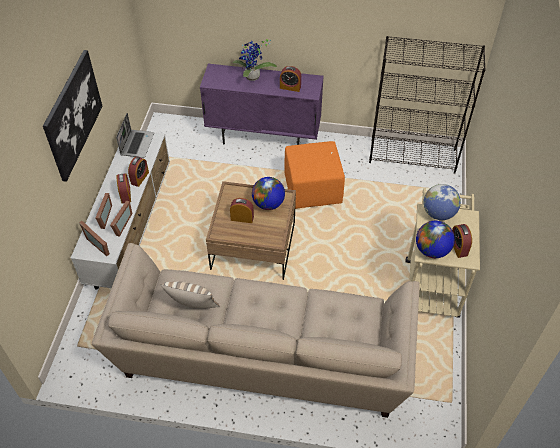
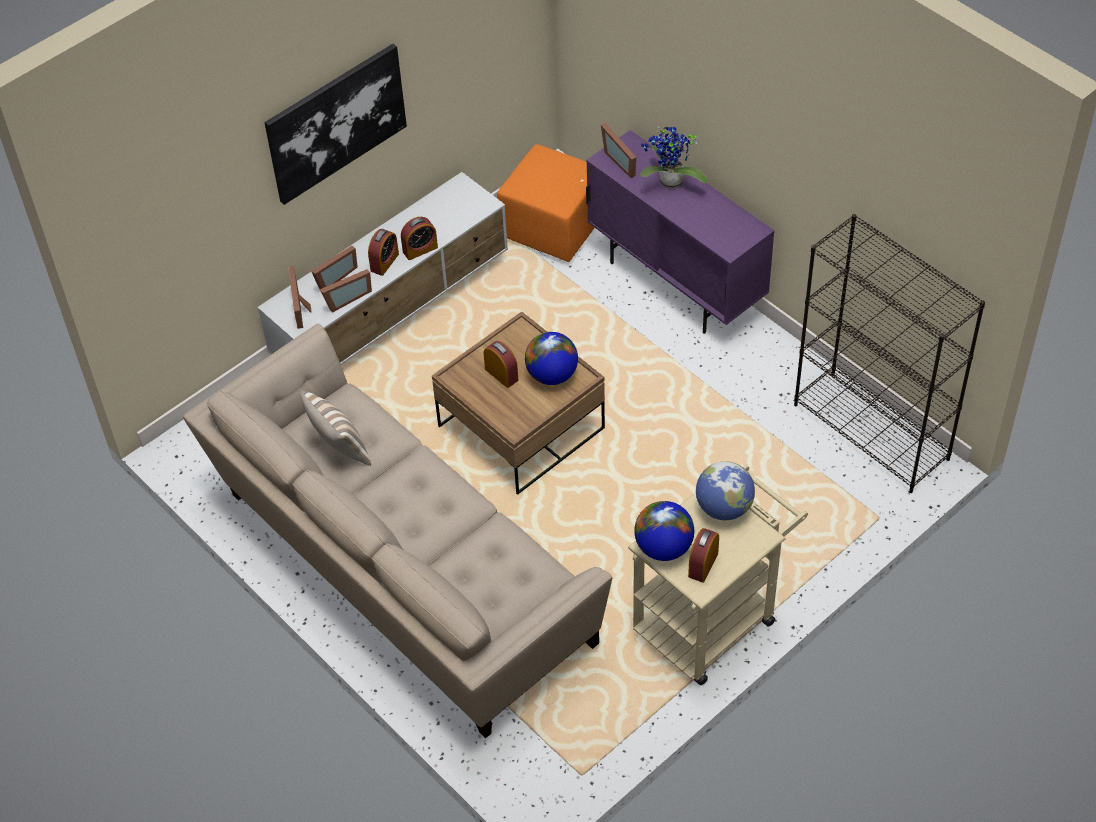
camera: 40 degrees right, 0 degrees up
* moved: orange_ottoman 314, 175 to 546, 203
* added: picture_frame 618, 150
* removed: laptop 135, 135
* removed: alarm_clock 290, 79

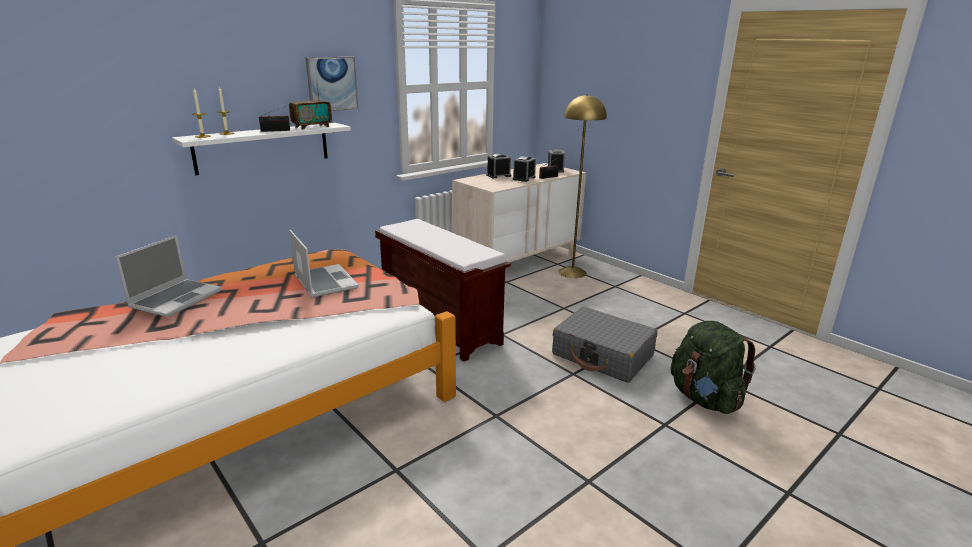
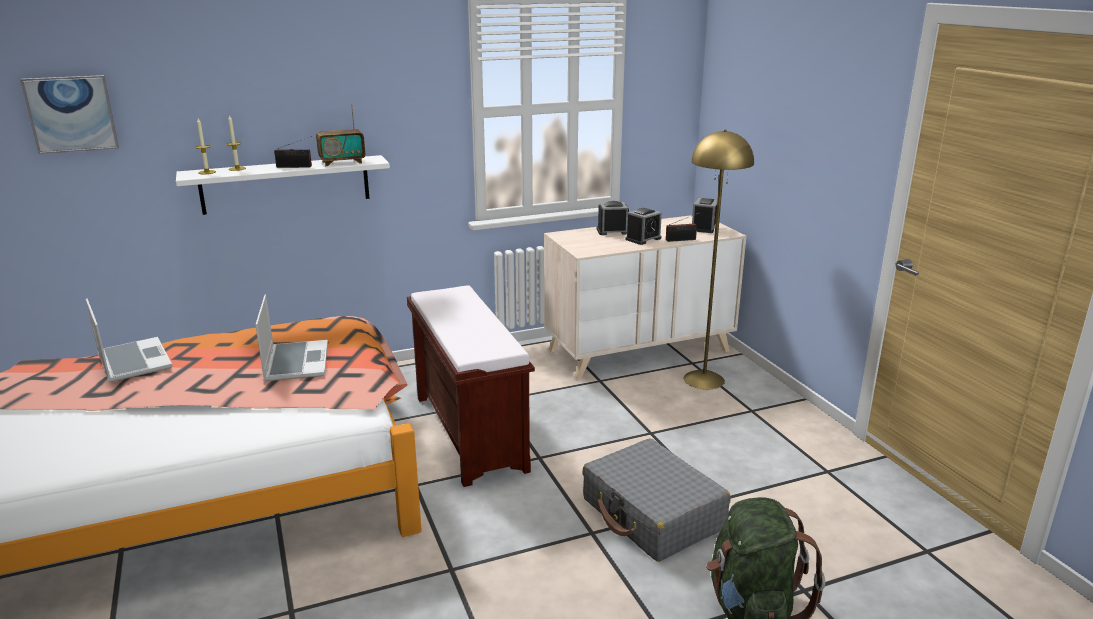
camera: 20 degrees right, 0 degrees up
* moved: picture 331, 84 to 69, 114
* turned: laptop 168, 276 = 129, 340 75 degrees counterclockwise

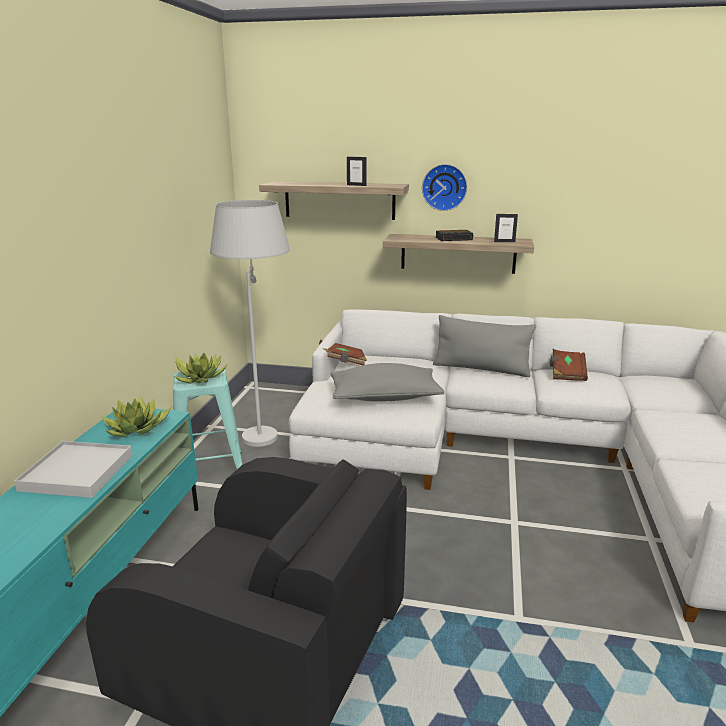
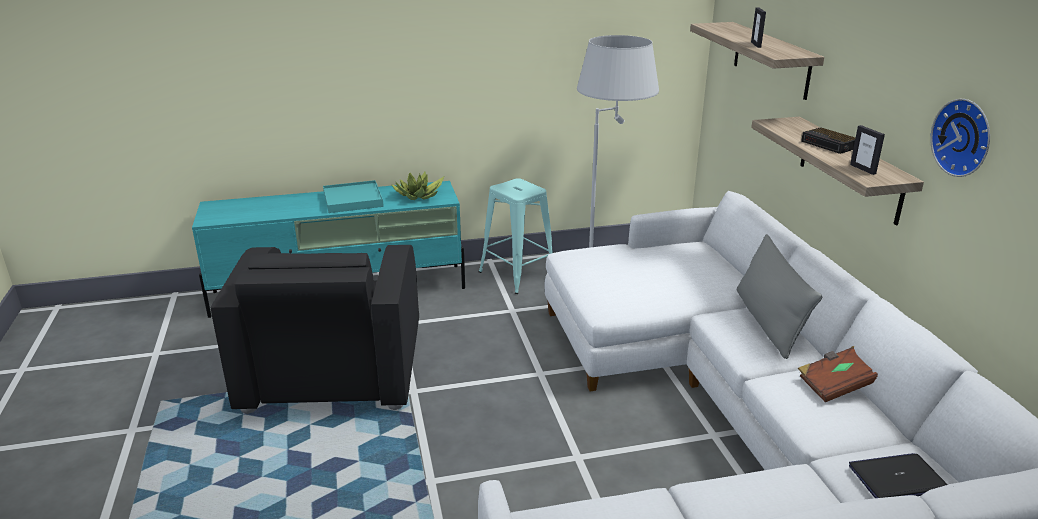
camera: 65 degrees right, 5 degrees up
* recoloured: white_tray 73, 469 to turquoise_tray 353, 196
* added: laptop 898, 475
* moved: wall_clock 444, 187 to 960, 138
* removed: potted_plant 200, 368
* removed: brown_book 343, 352
* removed: grey_pillow 387, 382

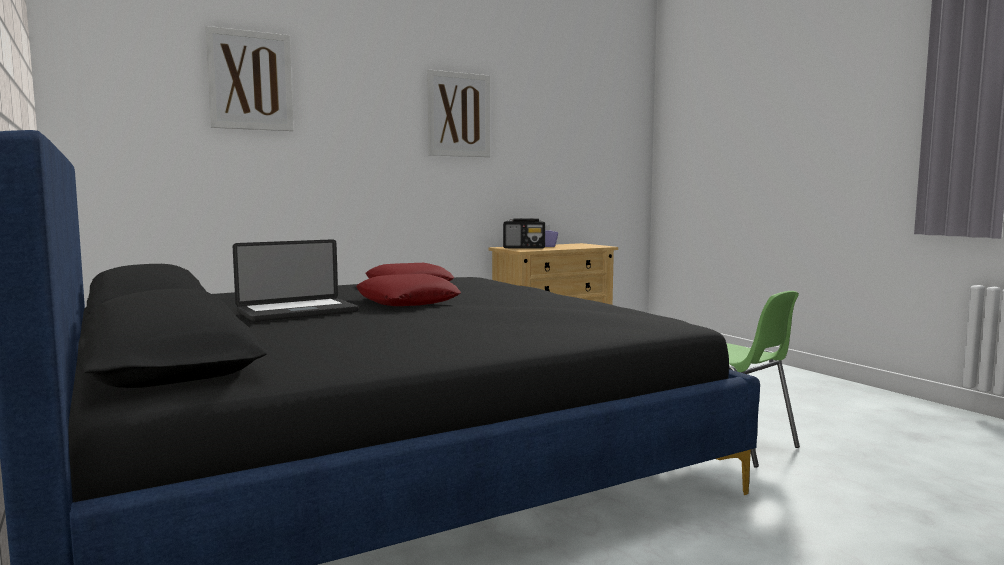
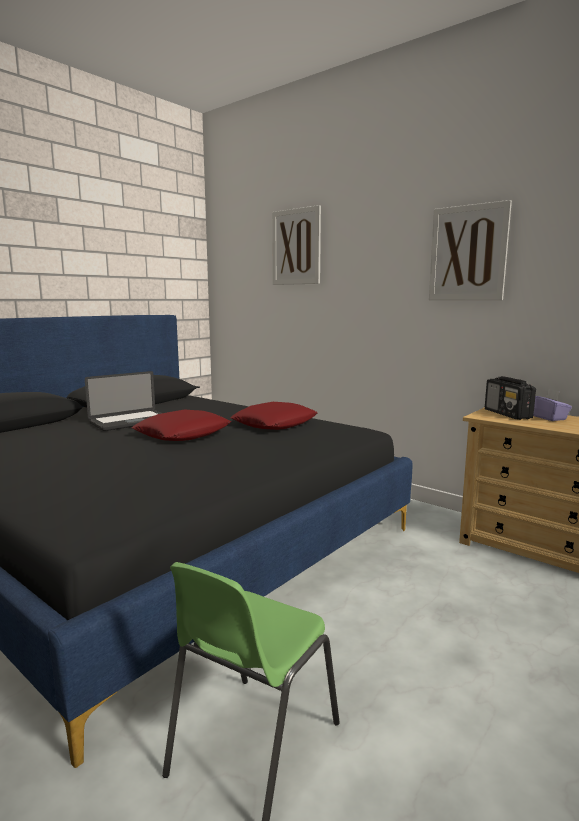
camera: 70 degrees right, 5 degrees up
* turned: laptop 296, 280 = 123, 401 75 degrees counterclockwise

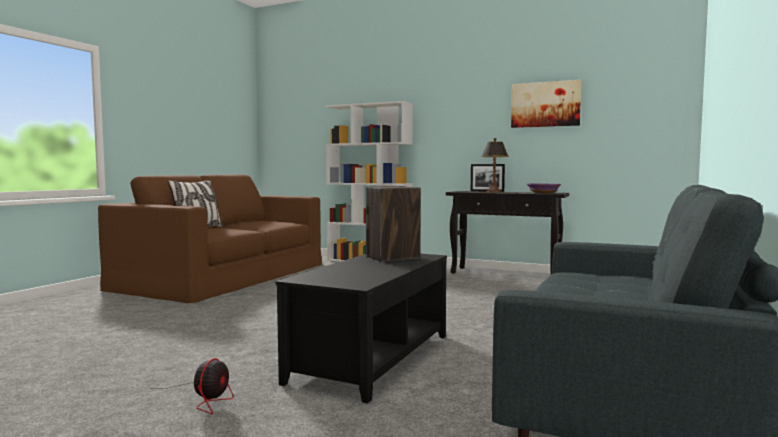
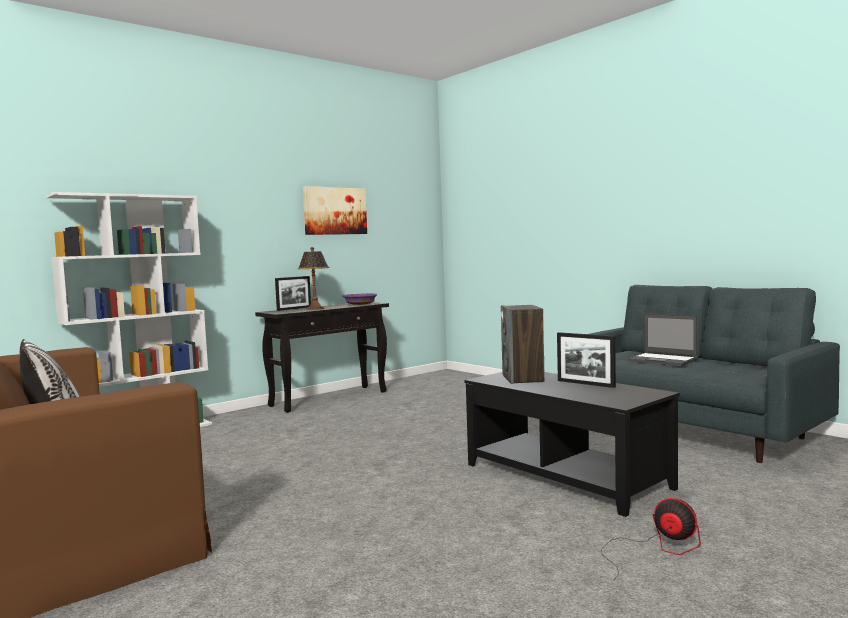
camera: 65 degrees left, 0 degrees up
* added: picture_frame 586, 360
* added: laptop 662, 339

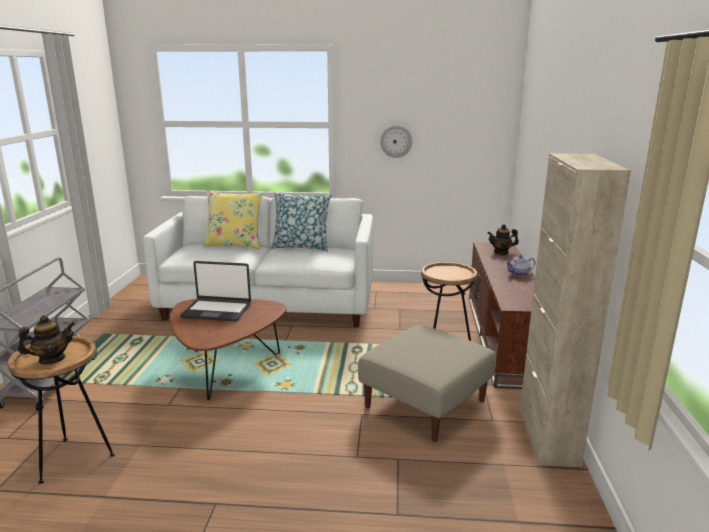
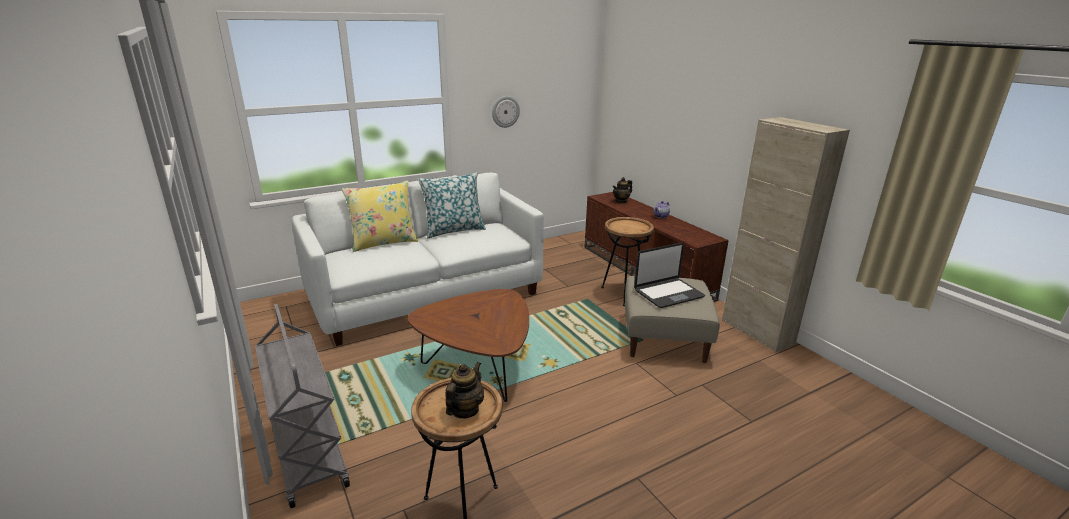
camera: 35 degrees left, 5 degrees up
* moved: laptop 215, 291 to 669, 275

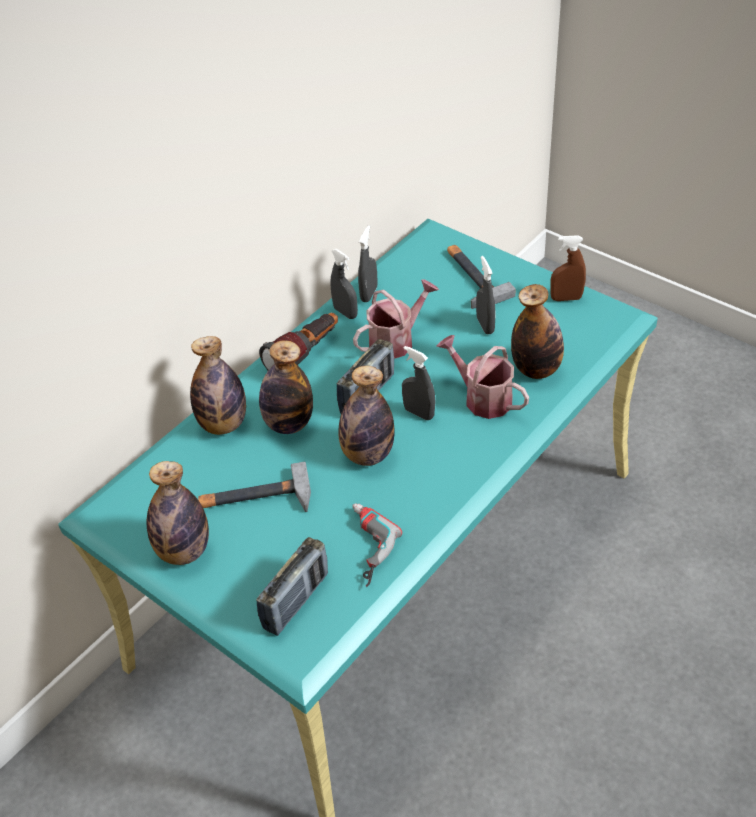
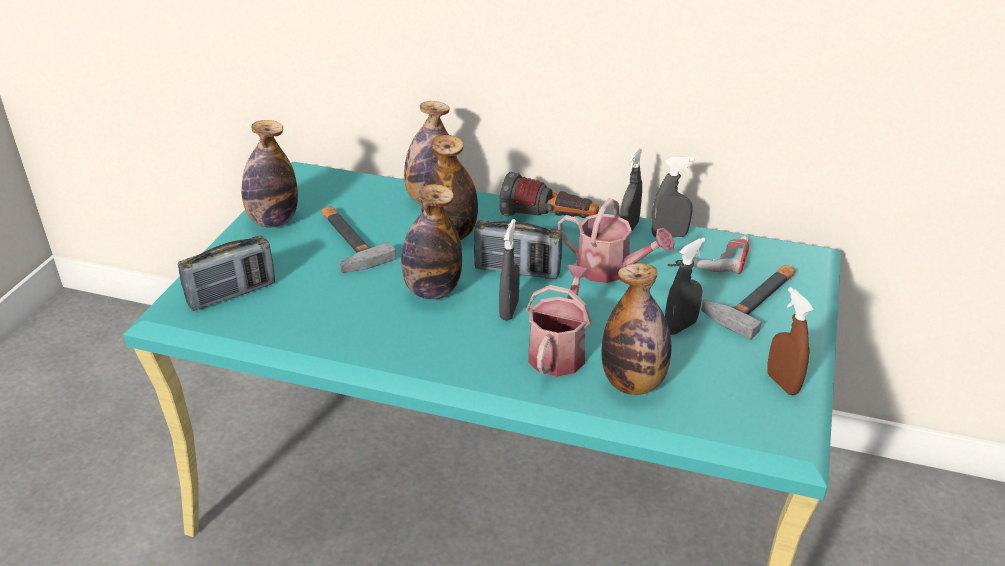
camera: 65 degrees right, 10 degrees down
* turned: radio 292, 586 = 226, 273 45 degrees counterclockwise
* moved: power_drill 377, 545 to 708, 255

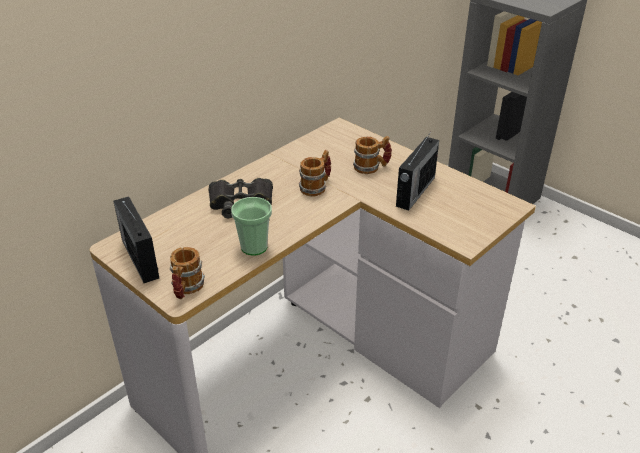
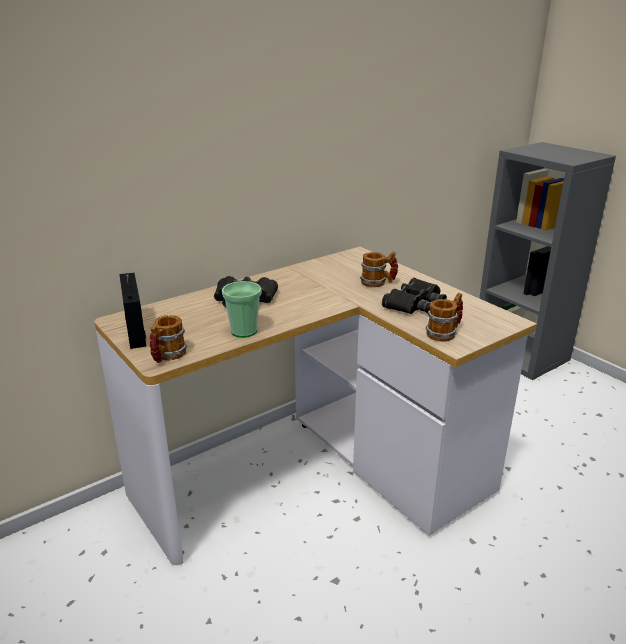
camera: 10 degrees right, 10 degrees down
* replaced: radio 417, 172 to black_binoculars 414, 295
* moved: mug 315, 173 to 444, 317

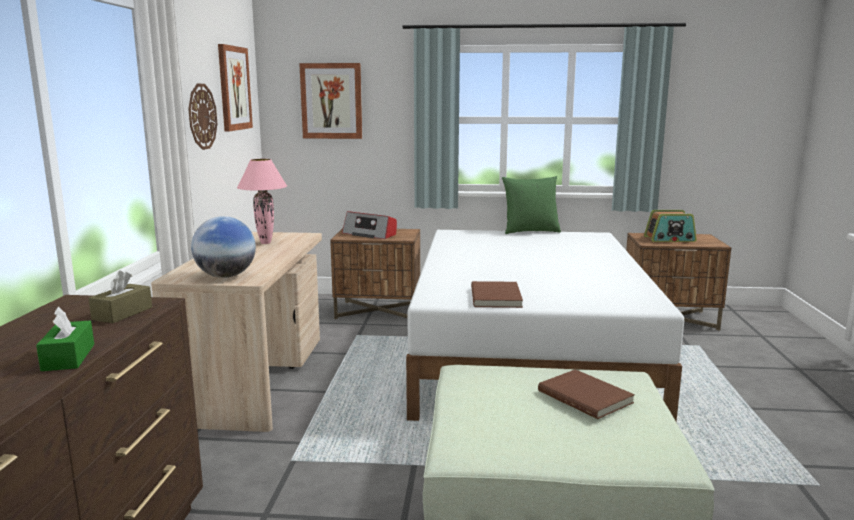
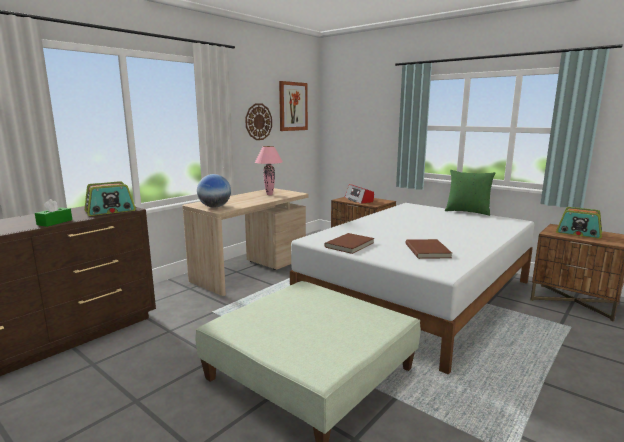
camera: 35 degrees right, 0 degrees up
* replaced: brown_tissue_box 120, 297 to radio 110, 198
* moved: brown_book 586, 394 to 428, 249
* removed: picture 330, 101

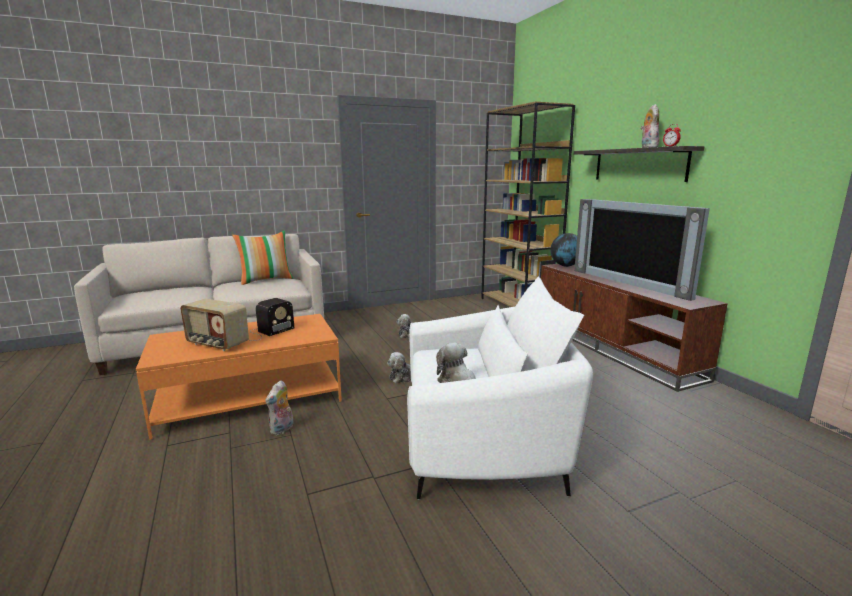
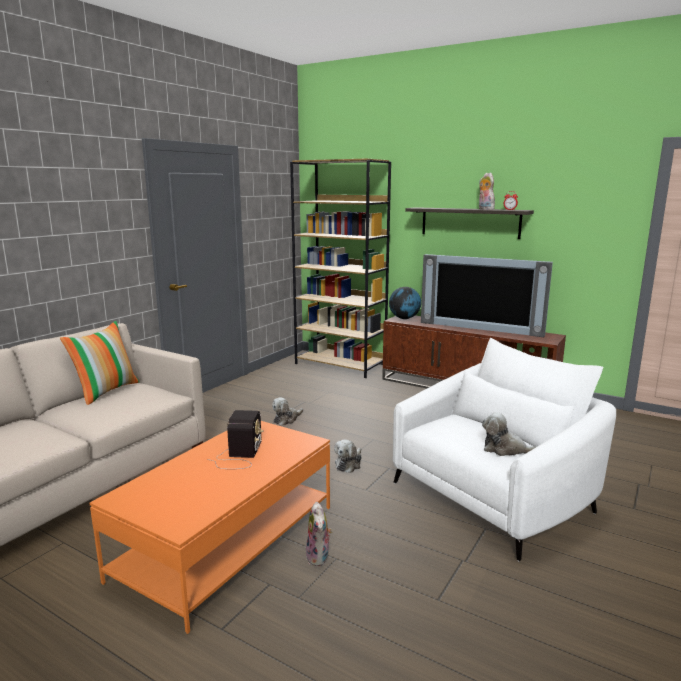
camera: 35 degrees left, 0 degrees up
* removed: radio 214, 324

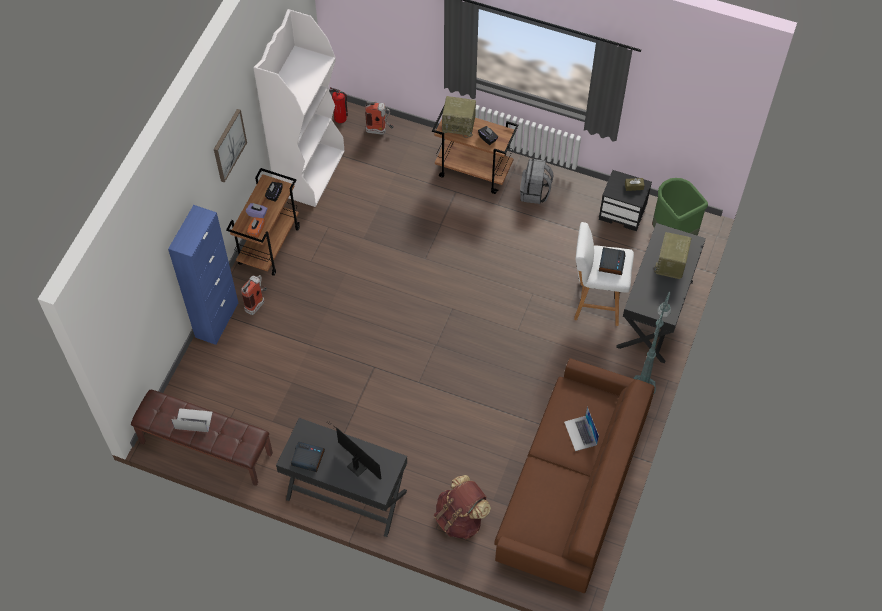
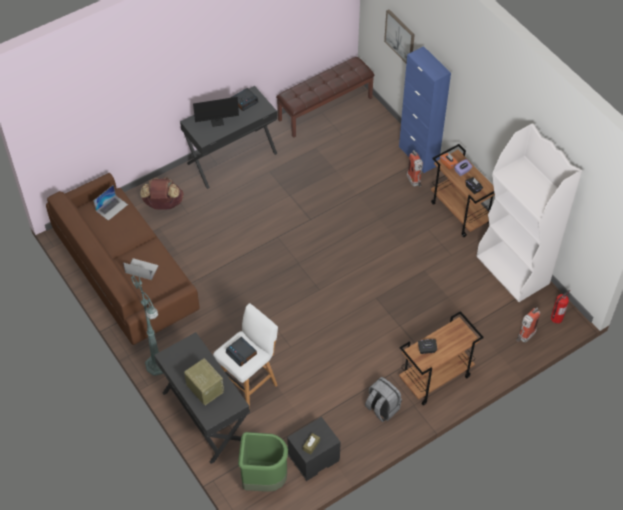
camera: 125 degrees right, 5 degrees down
* moved: laptop 191, 420 to 110, 203
* moved: picture 230, 146 to 399, 36
* removed: radio 459, 117

